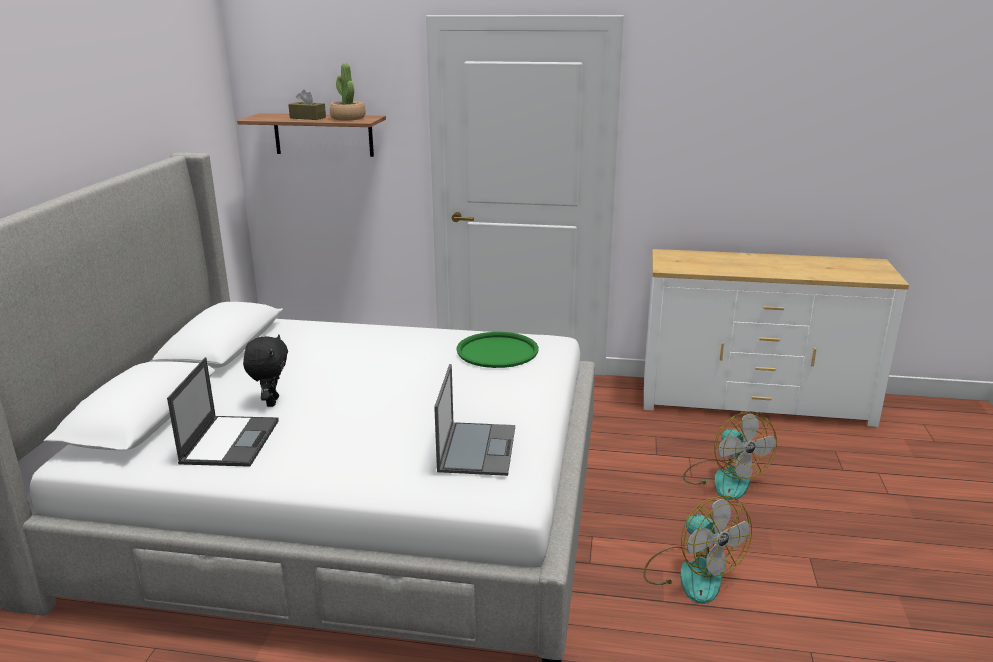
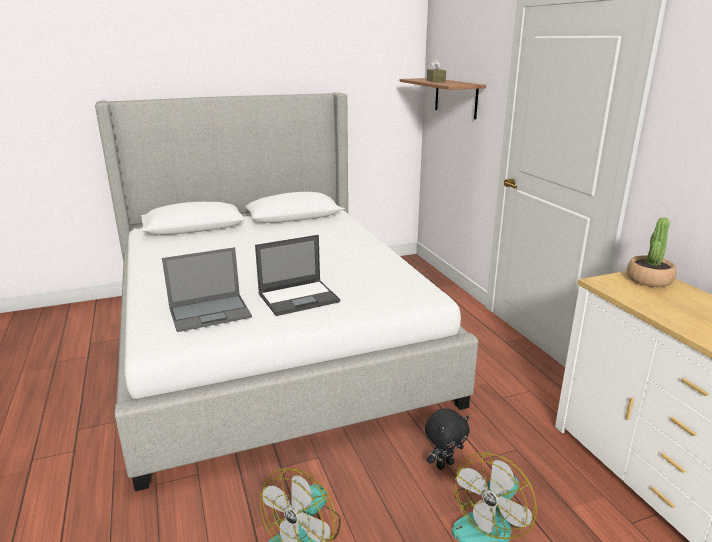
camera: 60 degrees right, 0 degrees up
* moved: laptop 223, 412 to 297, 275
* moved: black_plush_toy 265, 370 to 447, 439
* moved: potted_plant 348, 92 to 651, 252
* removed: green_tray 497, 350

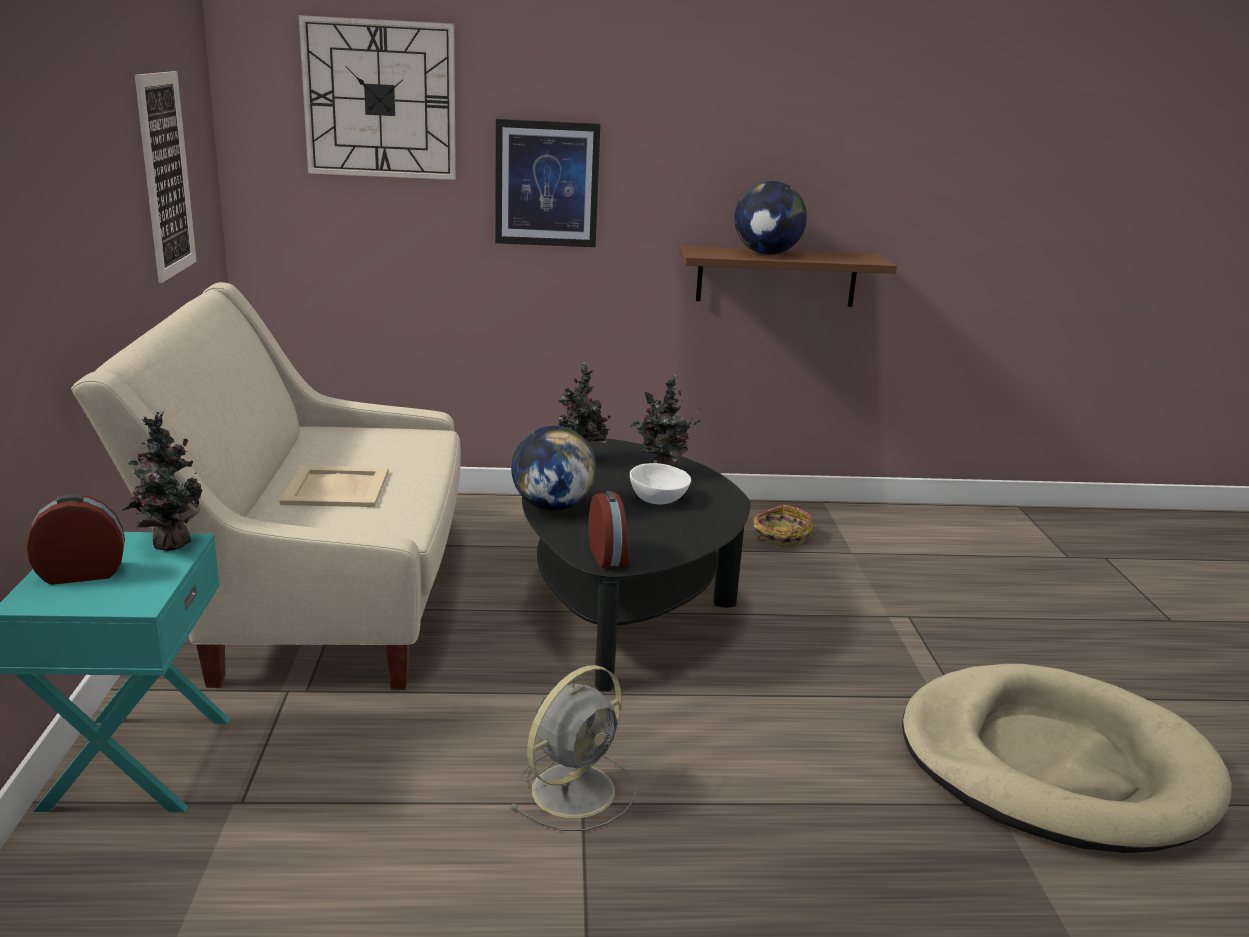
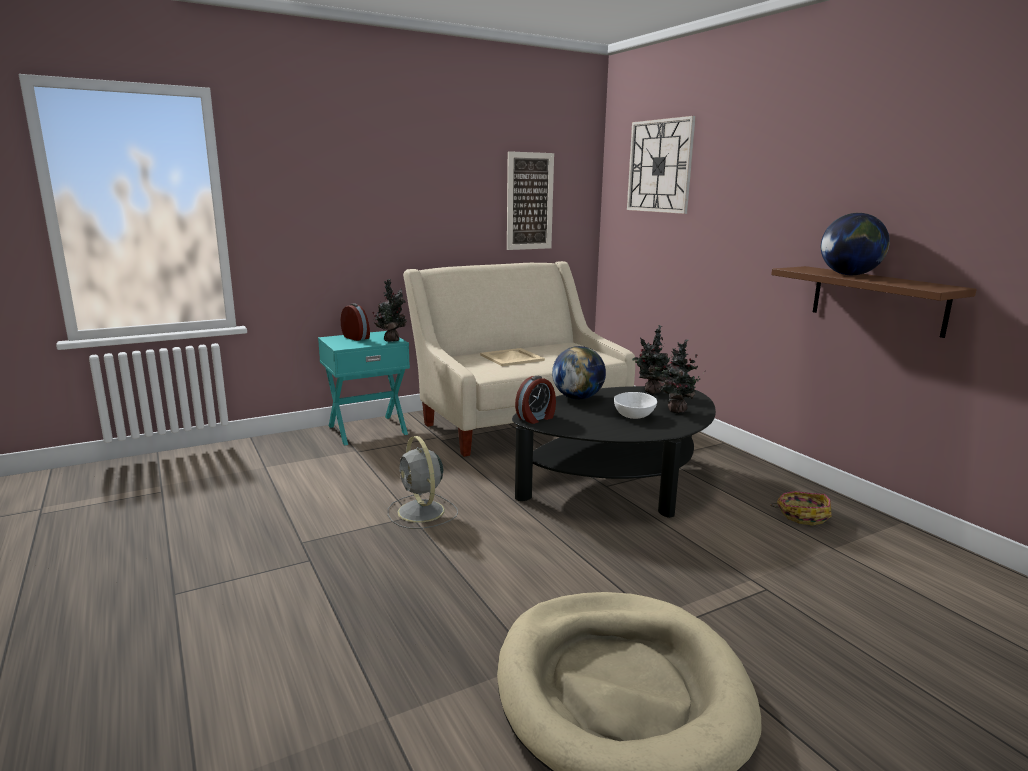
camera: 65 degrees right, 5 degrees down
* turned: grey_fan 573, 748 = 423, 482 45 degrees clockwise
* removed: picture 547, 183

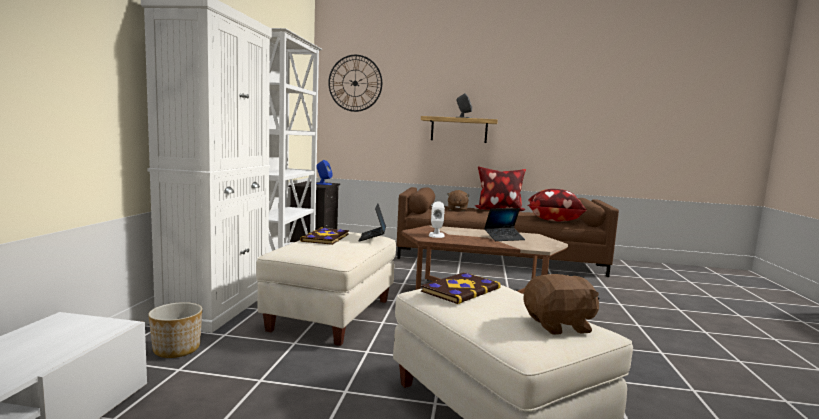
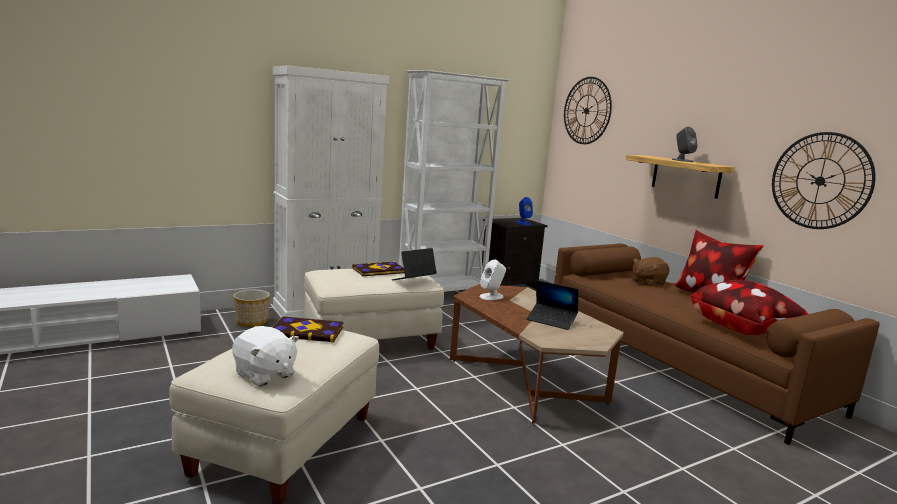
camera: 50 degrees right, 5 degrees up
* recoloured: brown_plush_toy 561, 304 to white_plush_toy 265, 356
* added: wall_clock 824, 180

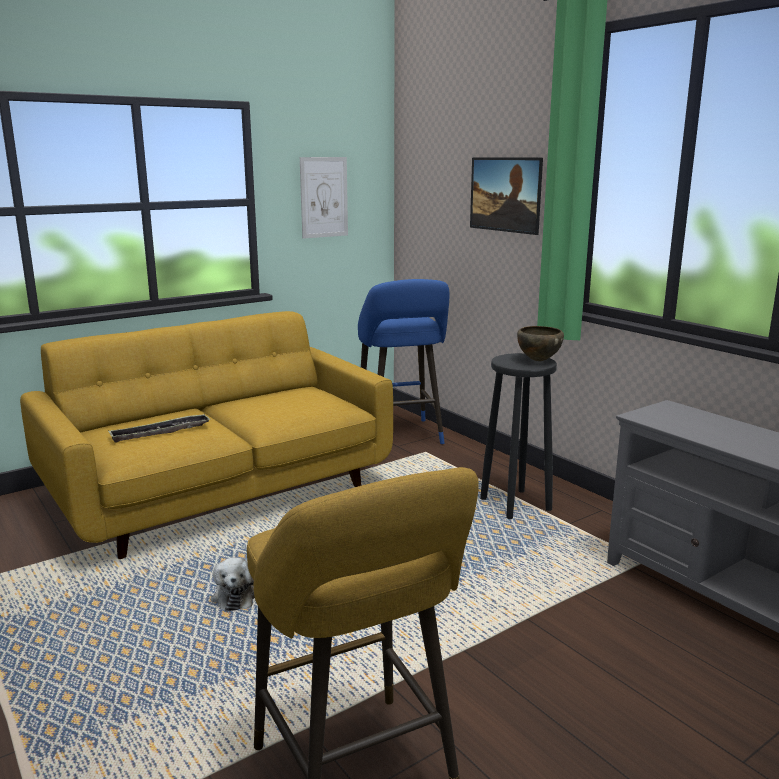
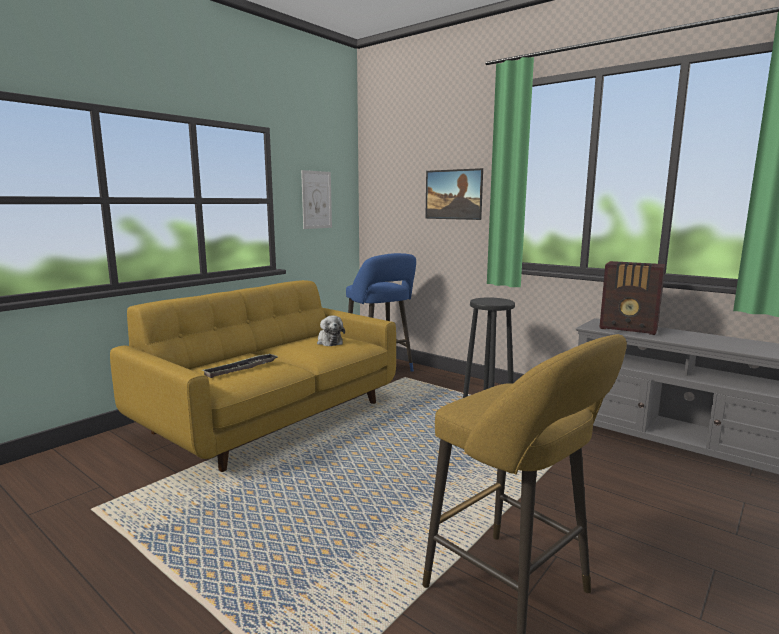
camera: 15 degrees left, 5 degrees down
* moved: plush_toy 233, 584 to 331, 331
* added: radio 633, 298
* removed: brown_bowl 540, 343

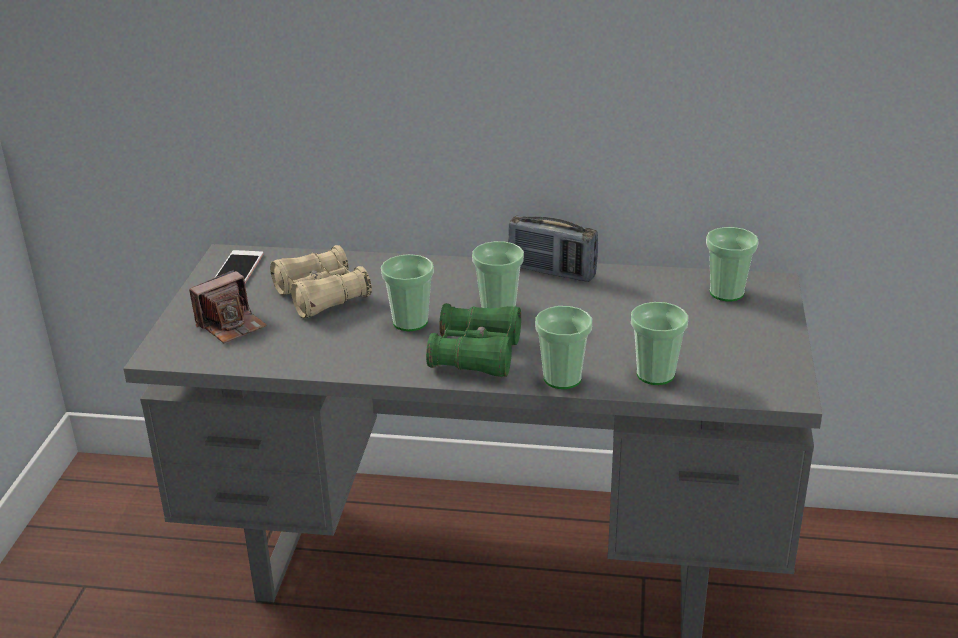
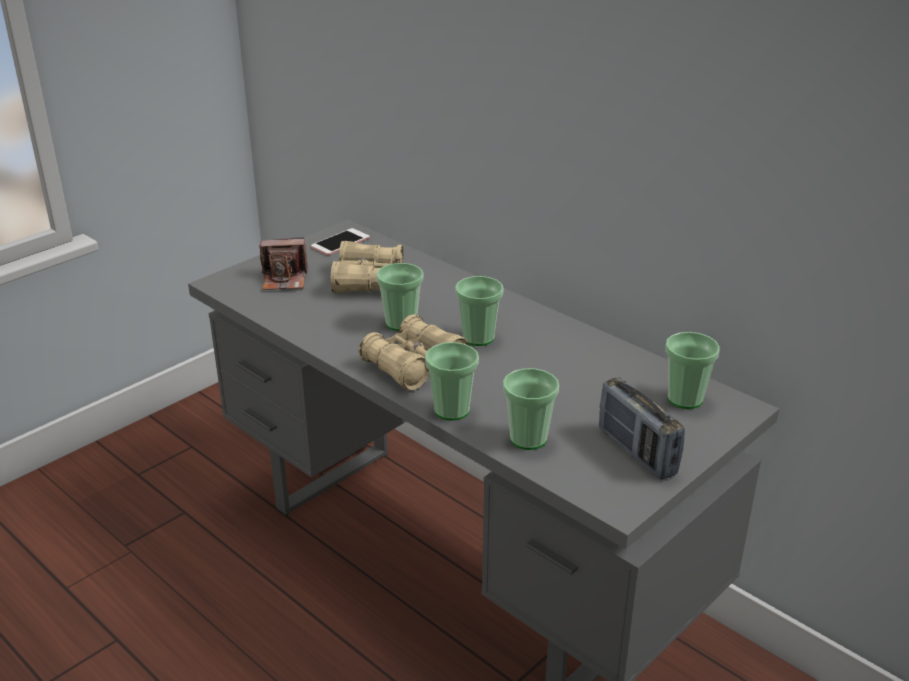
camera: 35 degrees right, 0 degrees up
* recoloured: green_binoculars 473, 340 to beige_binoculars 414, 352
* moved: radio 553, 248 to 642, 428

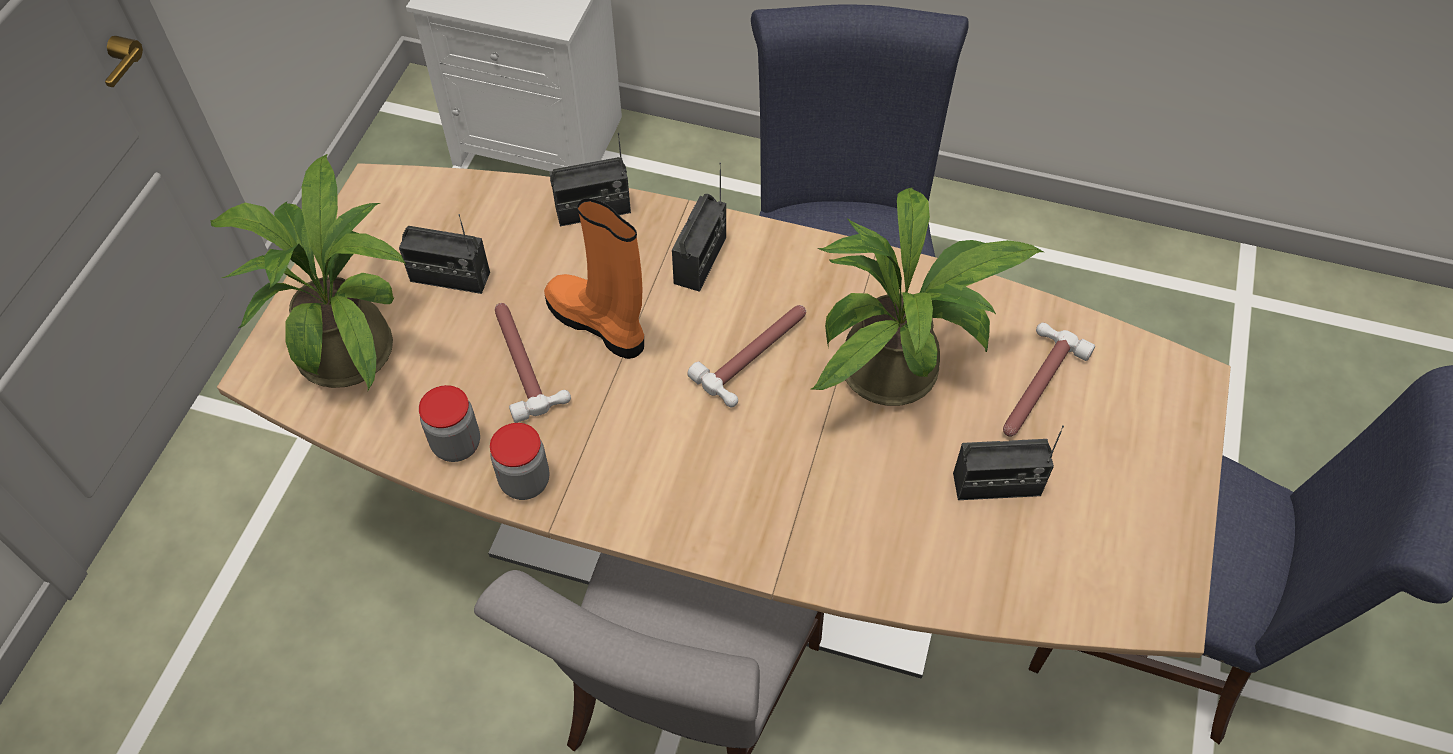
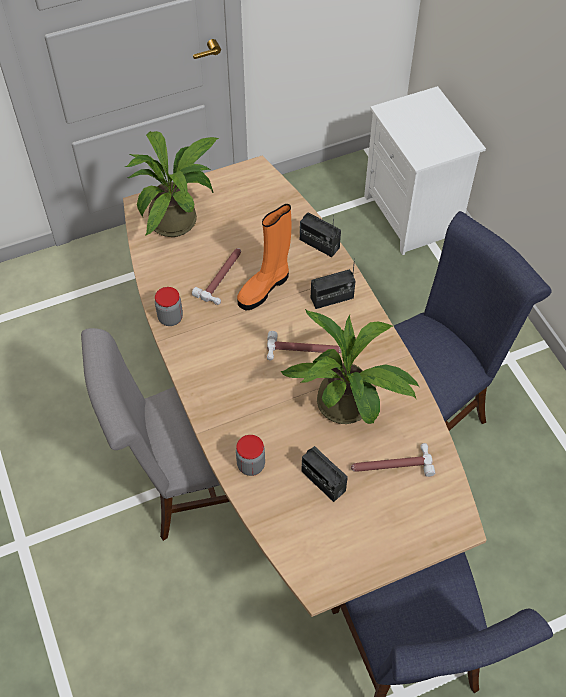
camera: 50 degrees right, 0 degrees up
* moved: jar 449, 423 to 250, 455
* turned: orange_boot 594, 278 = 264, 257 135 degrees counterclockwise
* removed: radio 444, 254

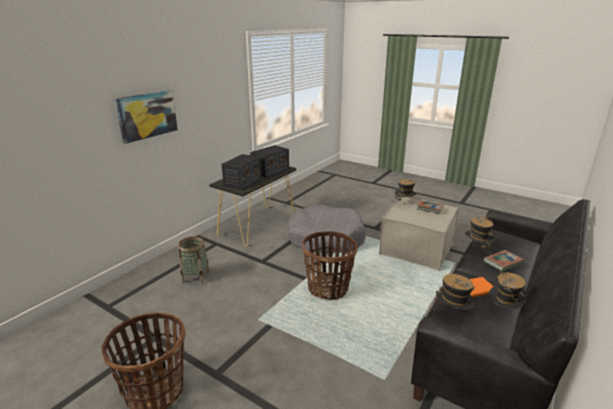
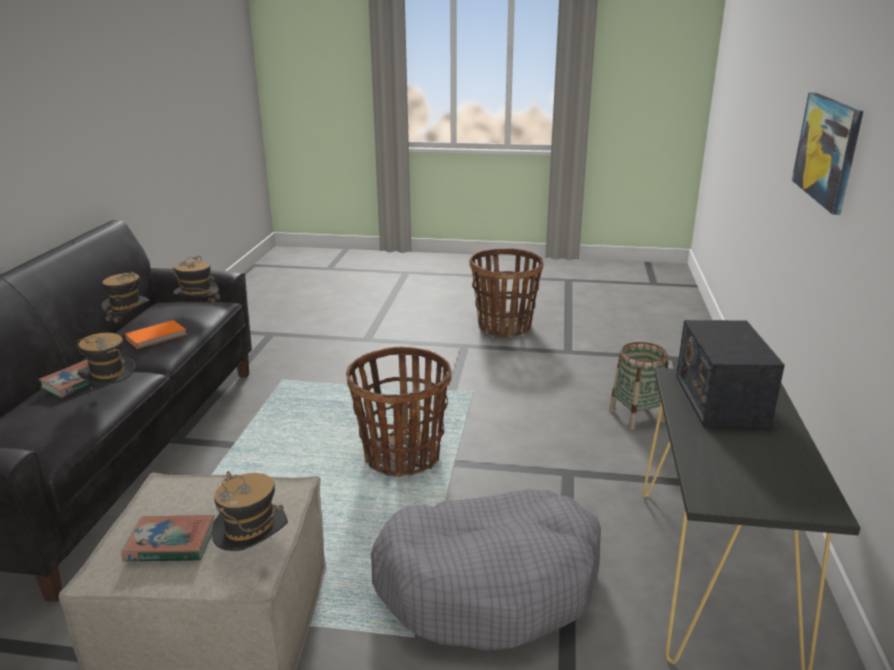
camera: 155 degrees right, 0 degrees up
* removed: radio 269, 161

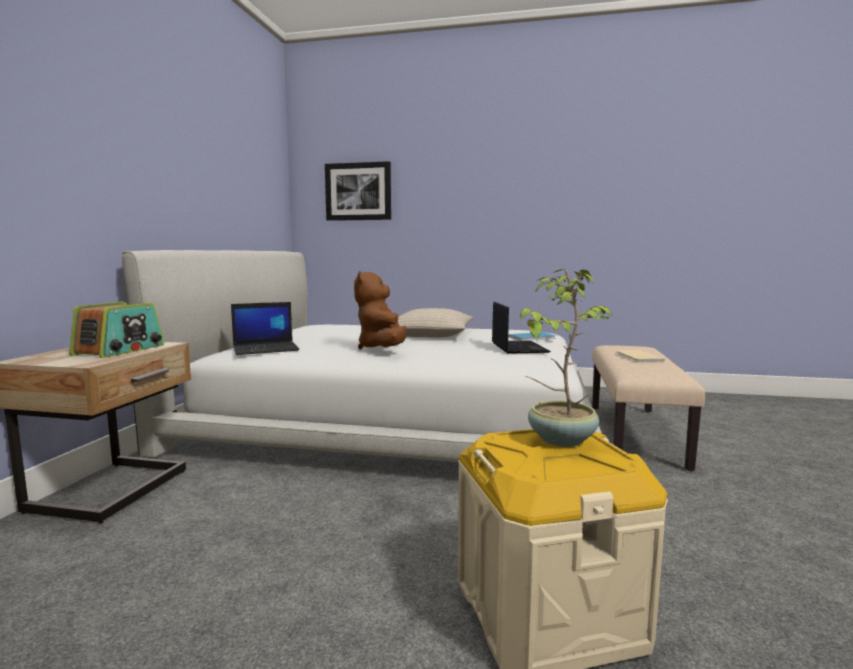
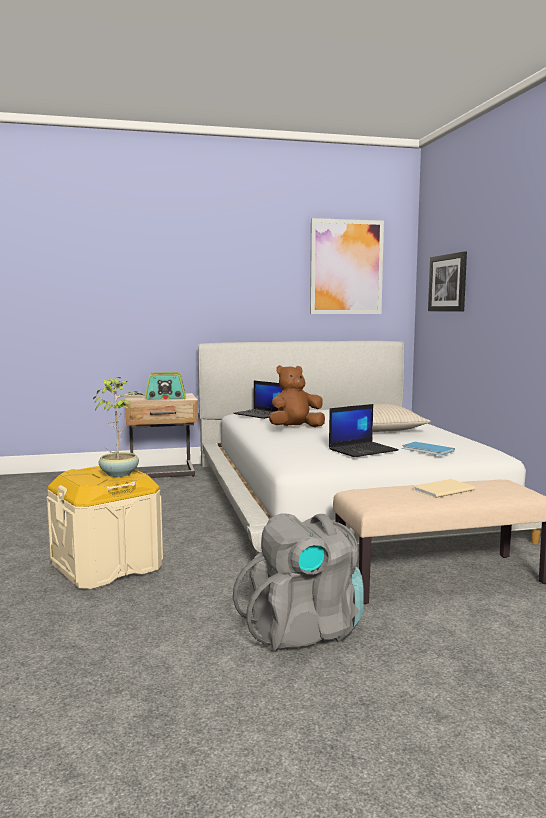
camera: 65 degrees right, 0 degrees up
* added: grey_backpack 298, 582
* added: picture 347, 266

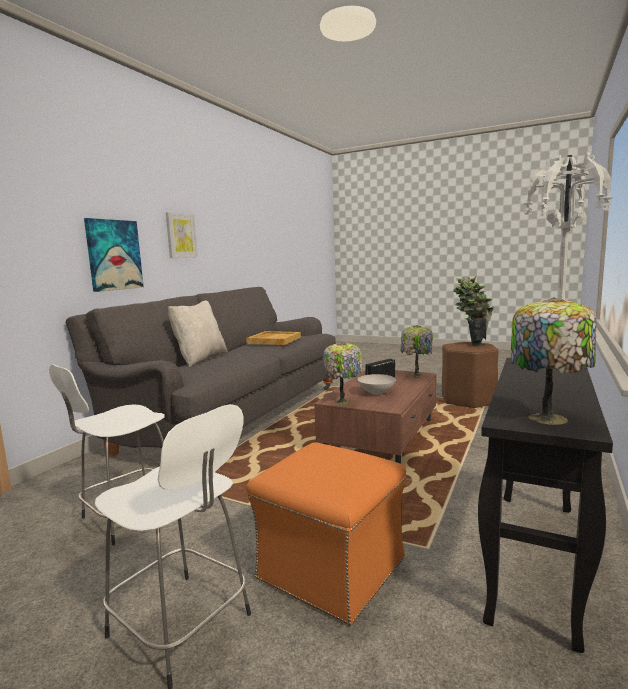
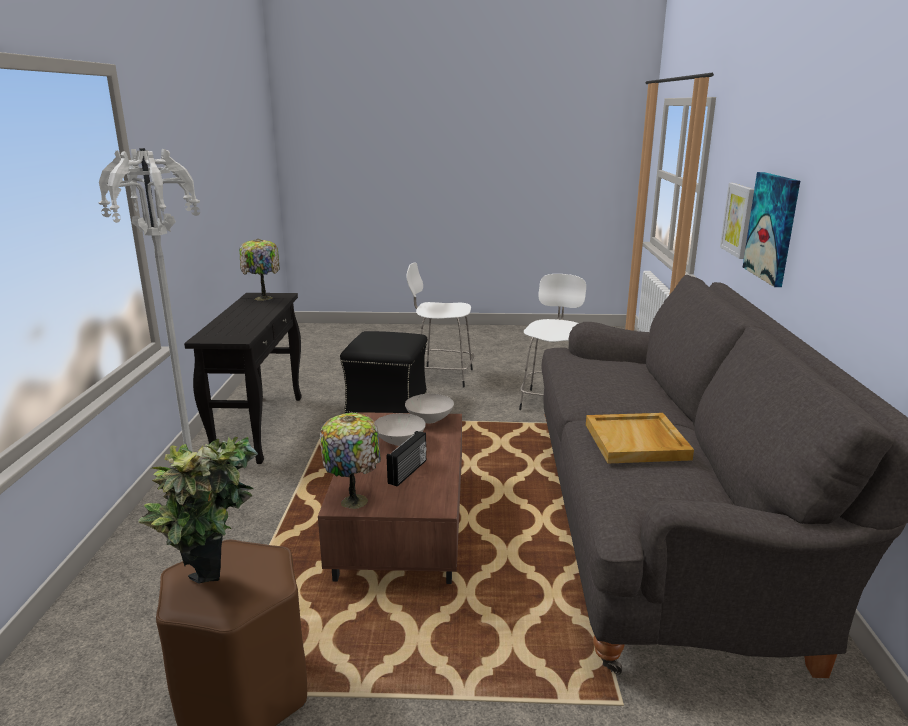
camera: 155 degrees right, 10 degrees up
* recoloured: orange_ottoman 326, 533 to black_ottoman 383, 372
* replaced: table_lamp 343, 373 to white_bowl 429, 409
* moved: picture 182, 235 to 737, 221
* removed: beige_pillow 198, 334

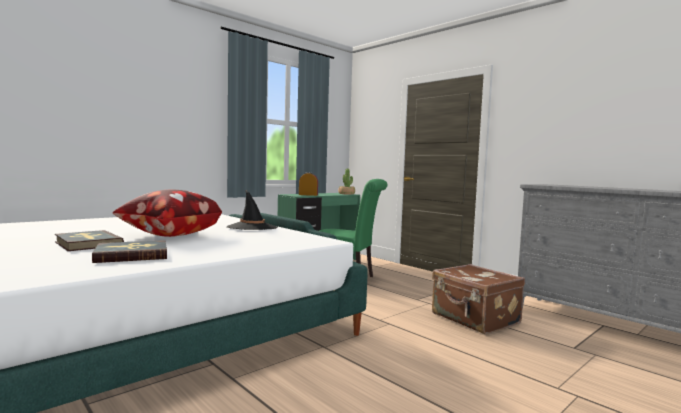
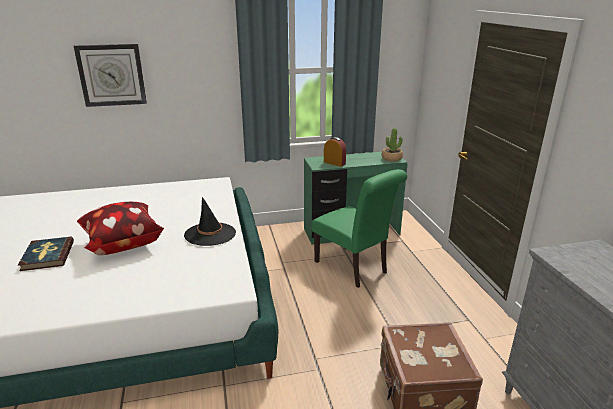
camera: 30 degrees right, 20 degrees up
* added: wall_clock 110, 75
* removed: book 129, 251

